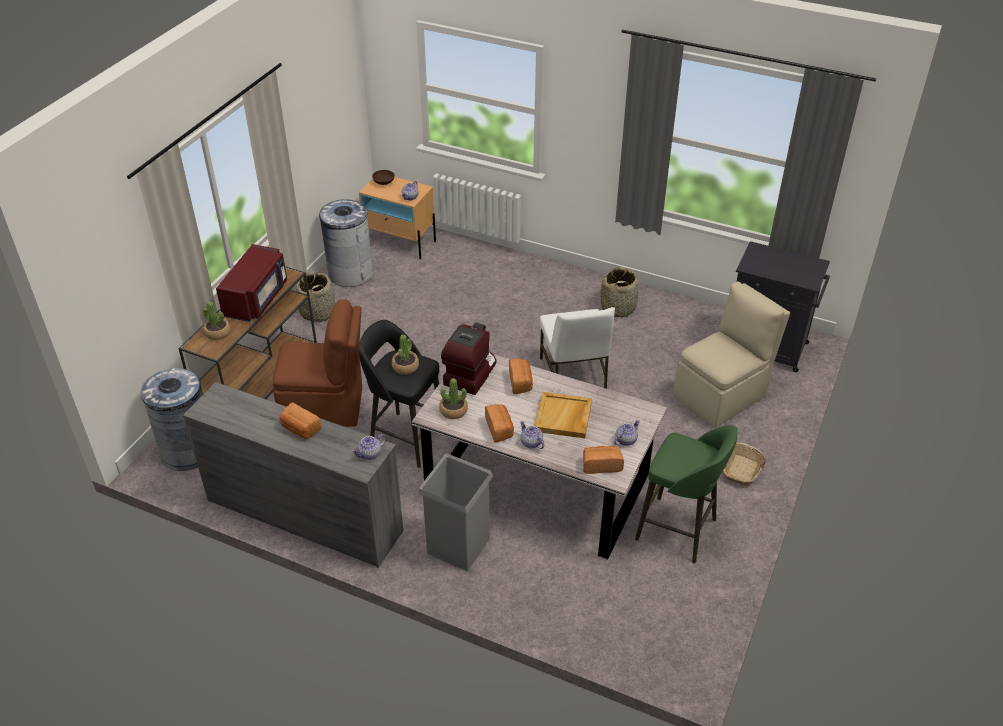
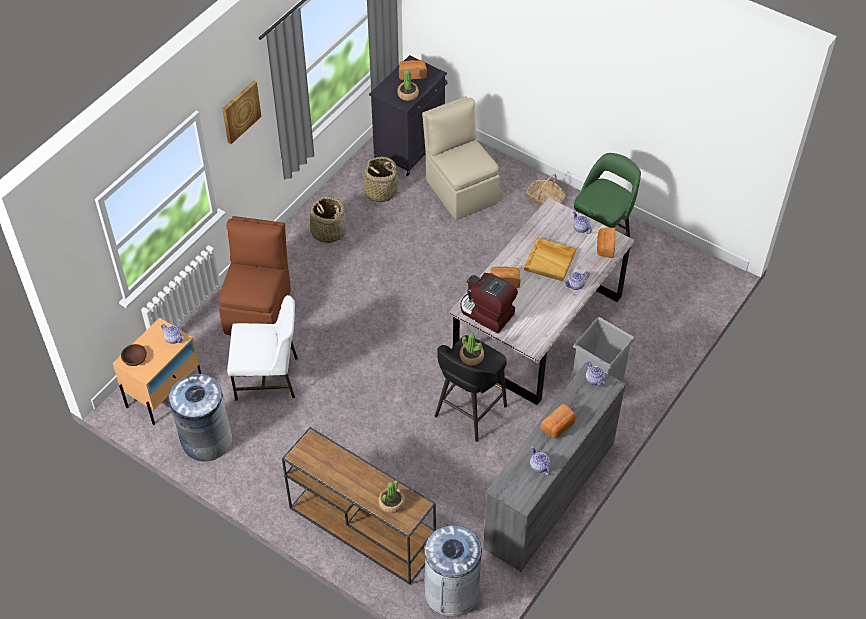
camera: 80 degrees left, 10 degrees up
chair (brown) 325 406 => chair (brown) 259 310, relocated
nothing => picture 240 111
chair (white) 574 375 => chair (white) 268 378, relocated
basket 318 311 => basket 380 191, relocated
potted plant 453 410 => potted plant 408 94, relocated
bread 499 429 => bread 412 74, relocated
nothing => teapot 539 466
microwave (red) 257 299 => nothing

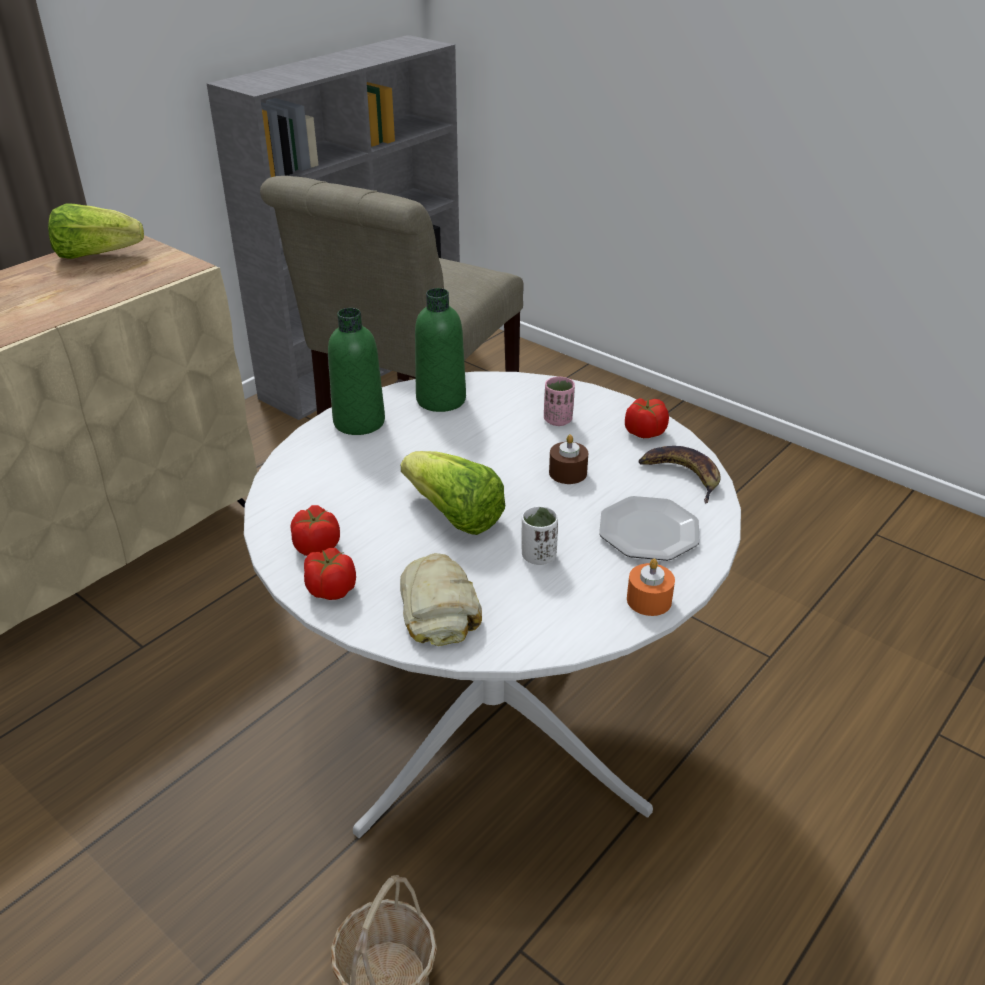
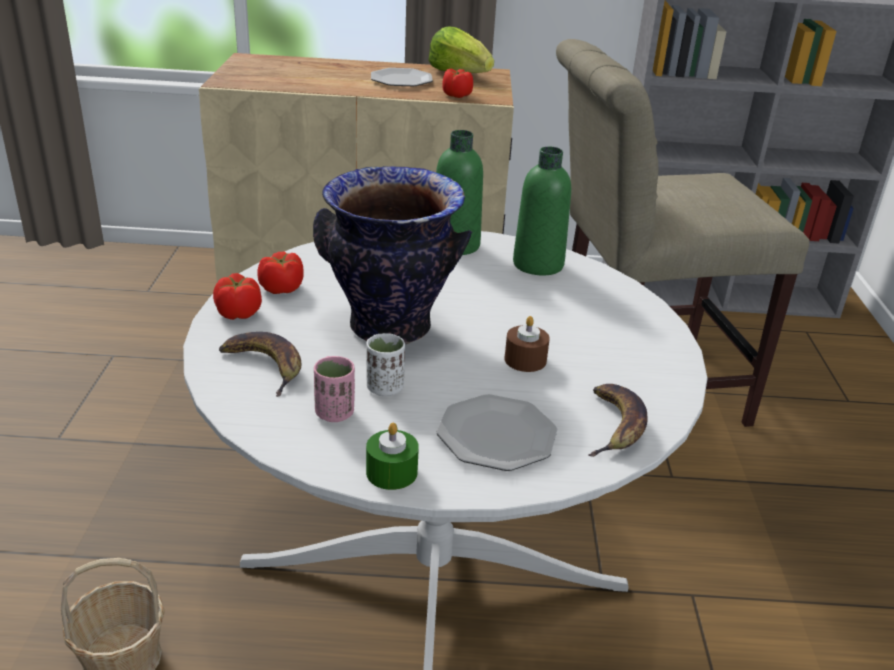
camera: 50 degrees right, 5 degrees down
bread 440 607 => banana 265 366
lettuce 454 515 => vase 390 328
cup (pink) 558 420 => cup (pink) 334 413, relocated
candle (orange) 649 600 => candle (green) 391 472
nothing => plate 401 80
tomato 644 432 => tomato 456 95, relocated

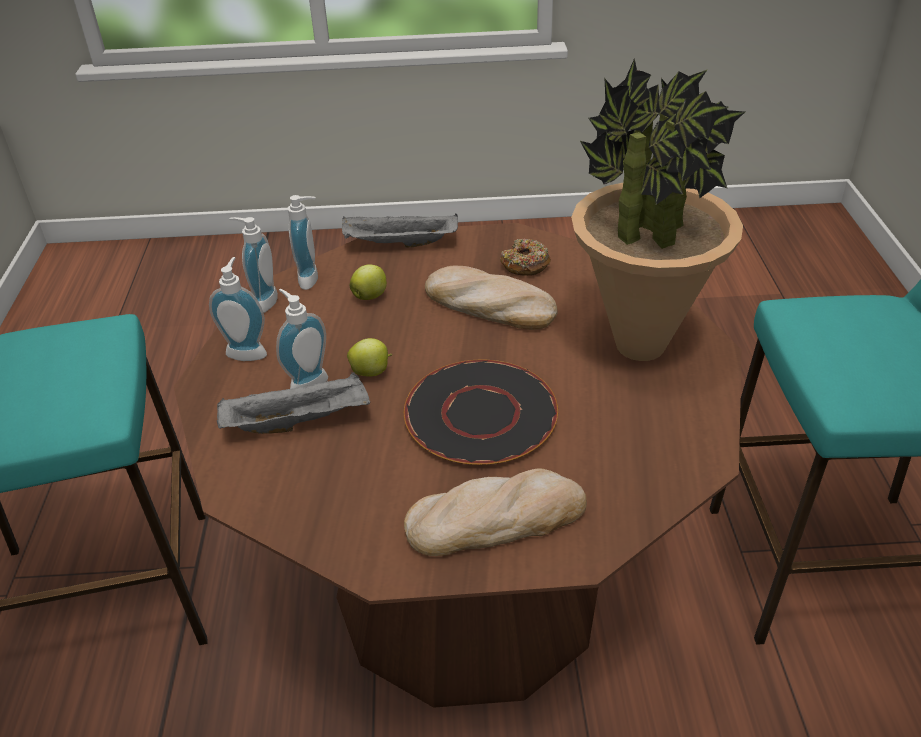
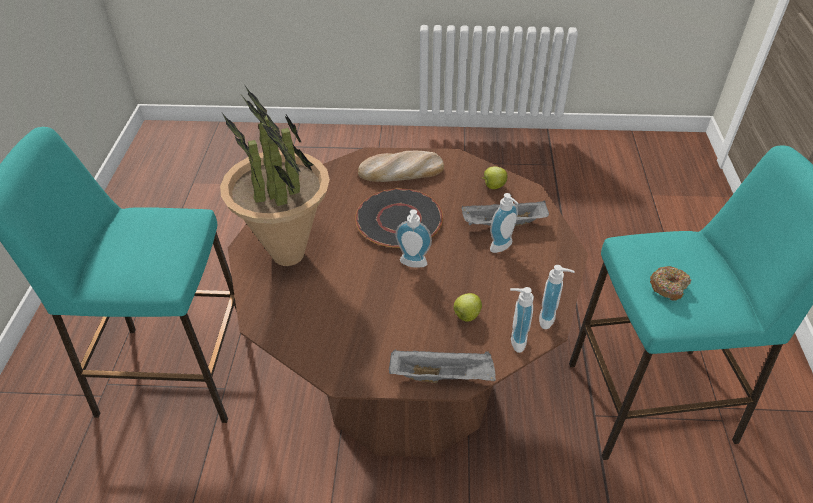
camera: 175 degrees left, 5 degrees up
soap dispenser 248 351 => soap dispenser 412 265, relocated
apple 371 372 => apple 493 186, relocated
donut 525 265 => donut 668 287, relocated
bread 488 305 => nothing

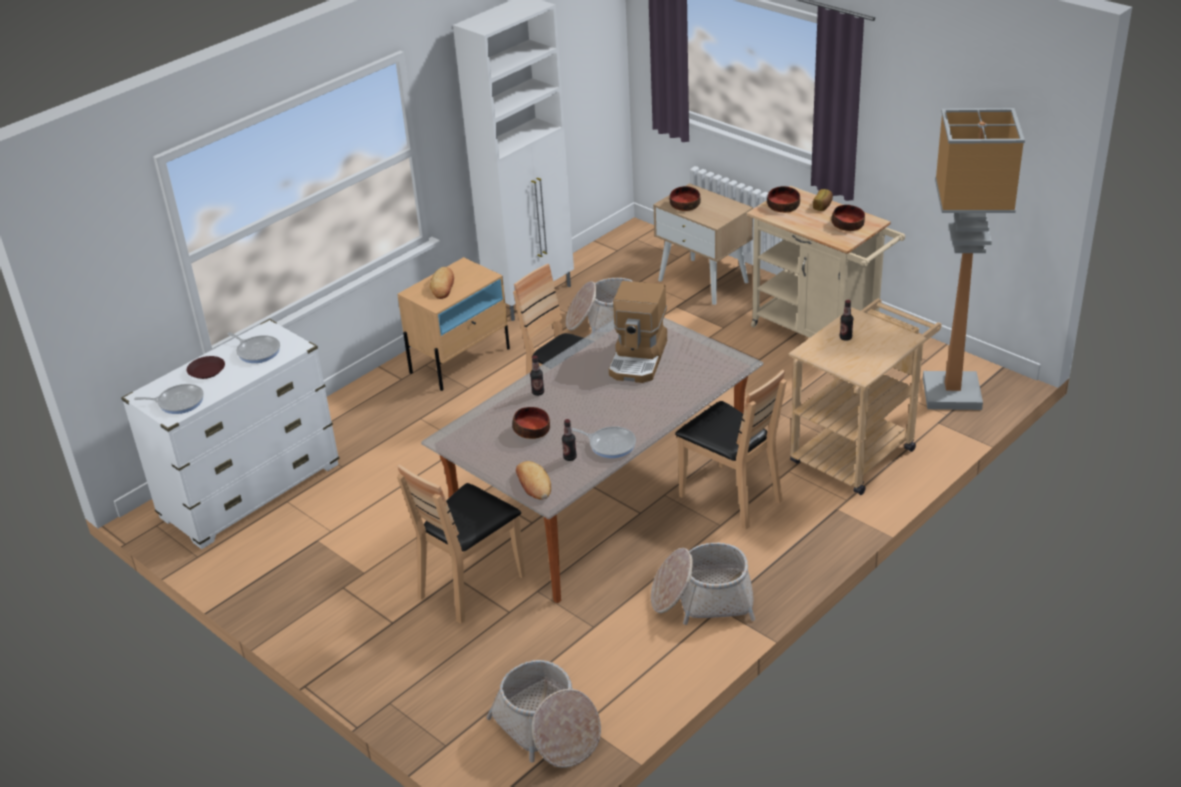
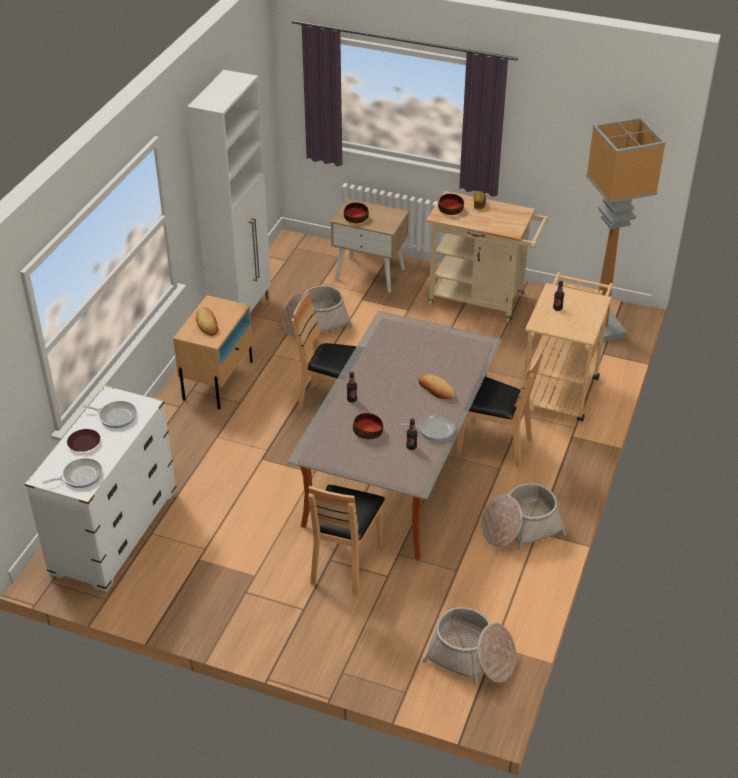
camera: 25 degrees left, 5 degrees up
bread 533 484 => bread 436 389, relocated
coffee machine 639 359 => nothing
bowl 847 225 => nothing

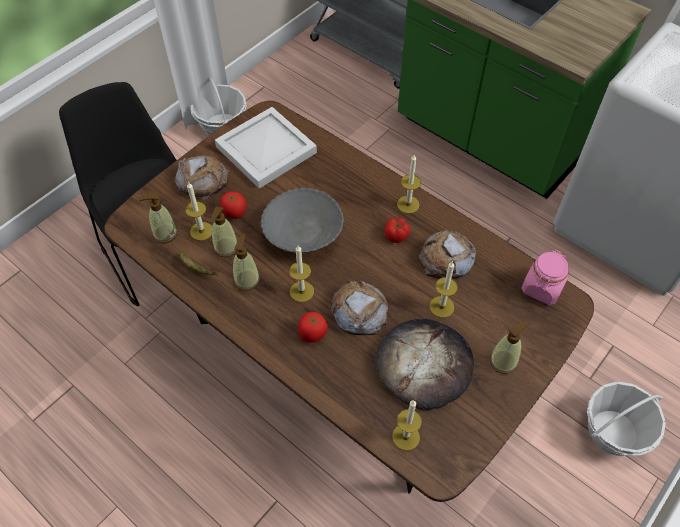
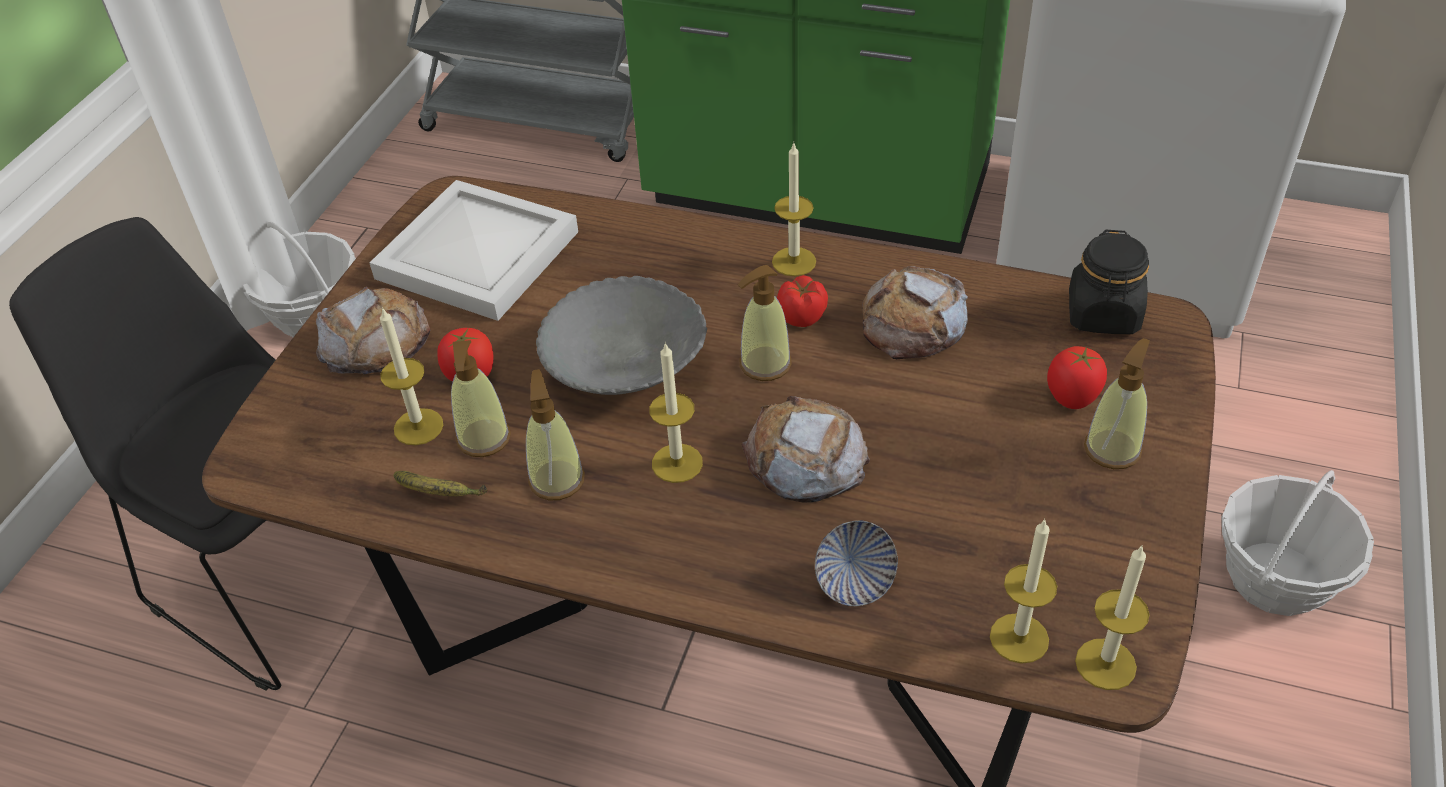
camera: 20 degrees left, 10 degrees down
soap dispenser 165 234 => soap dispenser 764 364, relocated
nothing => bowl 854 582
tomato 312 334 => tomato 1072 397, relocated
jar (pink) 542 288 => jar (black) 1103 314
candle 441 307 => candle 1105 664, relocated
bread 423 365 => nothing

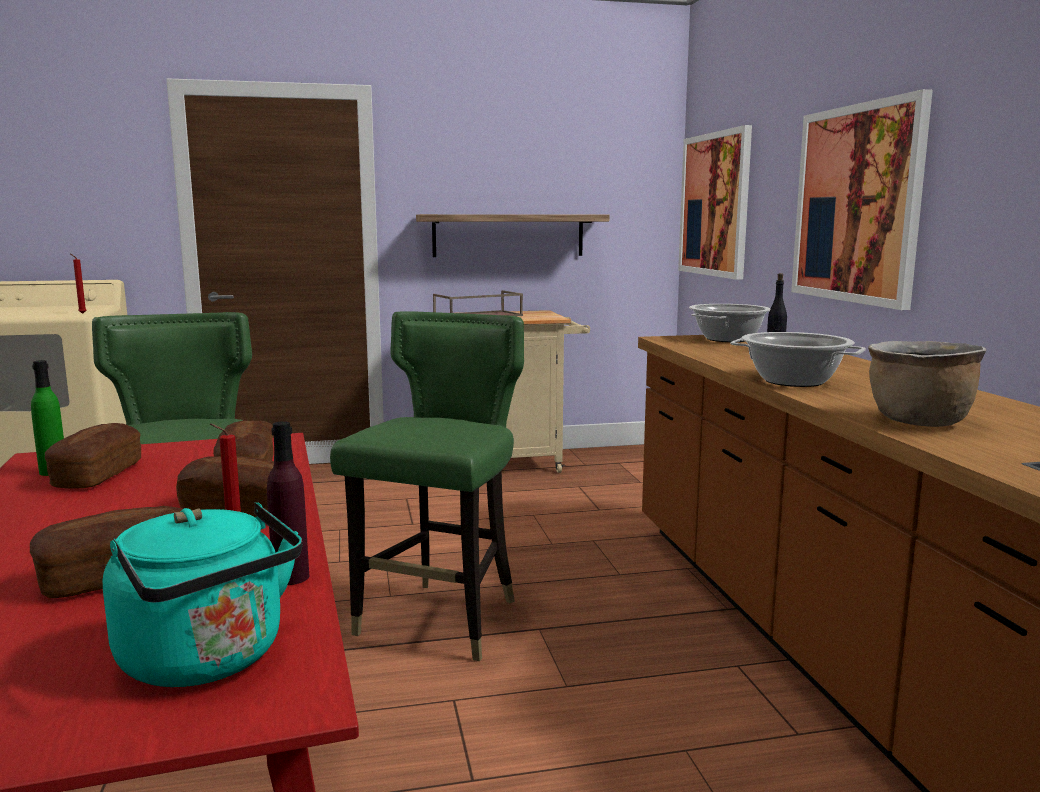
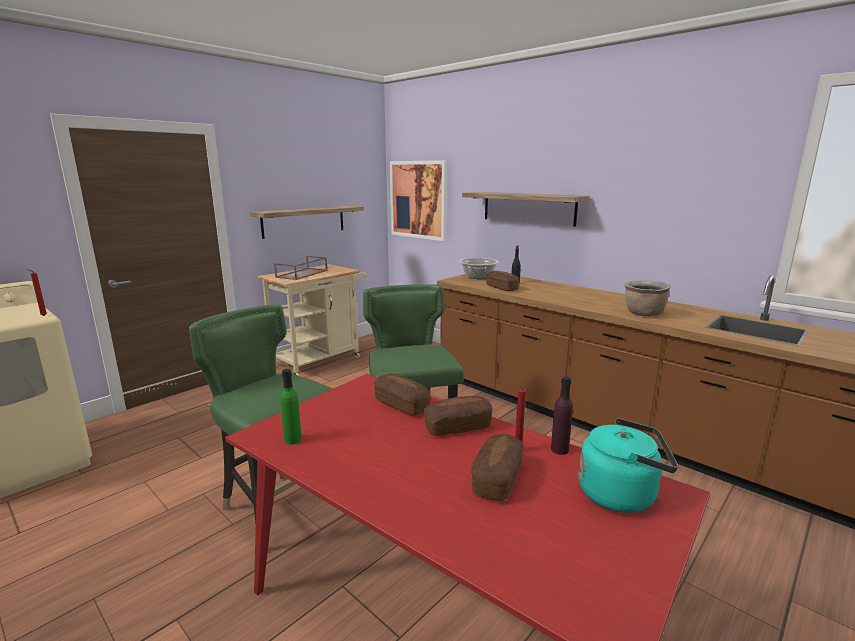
camera: 35 degrees left, 5 degrees up
picture 856 204 => shelf 528 208
bread 98 475 => bread 502 288, relocated
cooking pot 794 381 => nothing

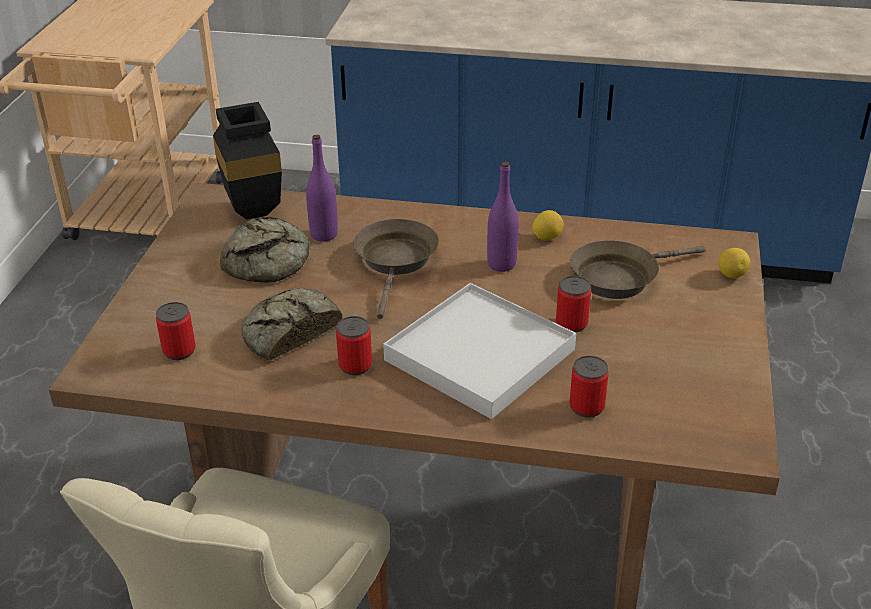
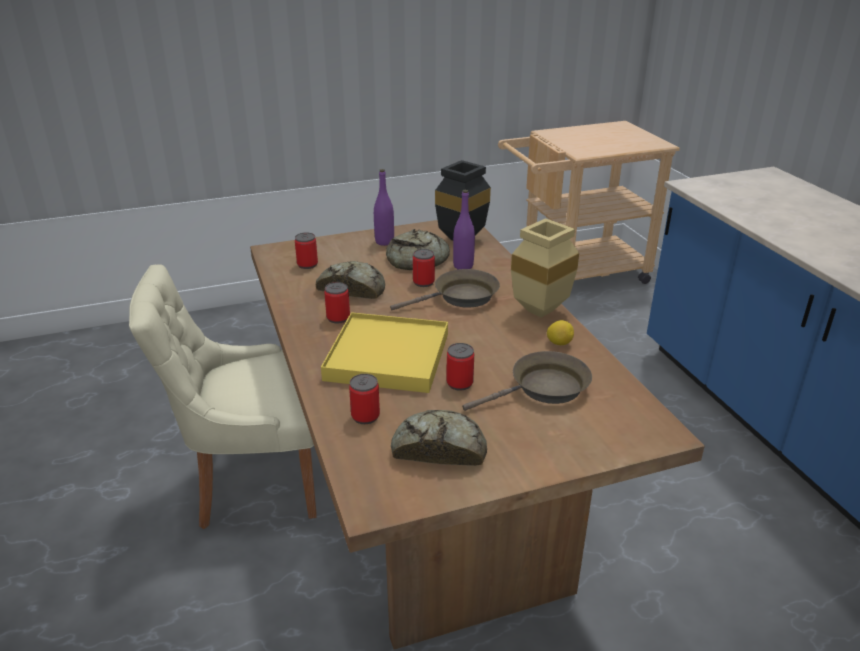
camera: 60 degrees right, 5 degrees down
tray (white) 480 355 => tray (yellow) 387 357
bottle (purple) 501 264 => bottle (purple) 384 242, relocated
nothing => bread 439 447
nothing => can 423 282
frying pan (brown) 620 277 => frying pan (brown) 544 389, 120 degrees clockwise
nothing => vase (beige) 540 312
lemon 731 275 => nothing

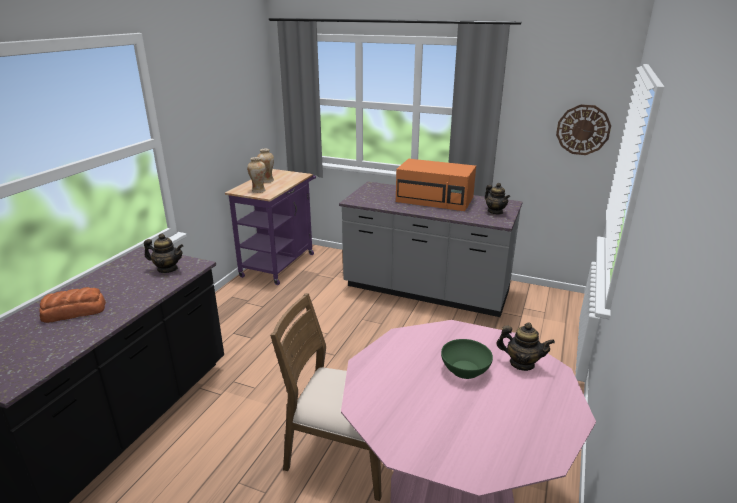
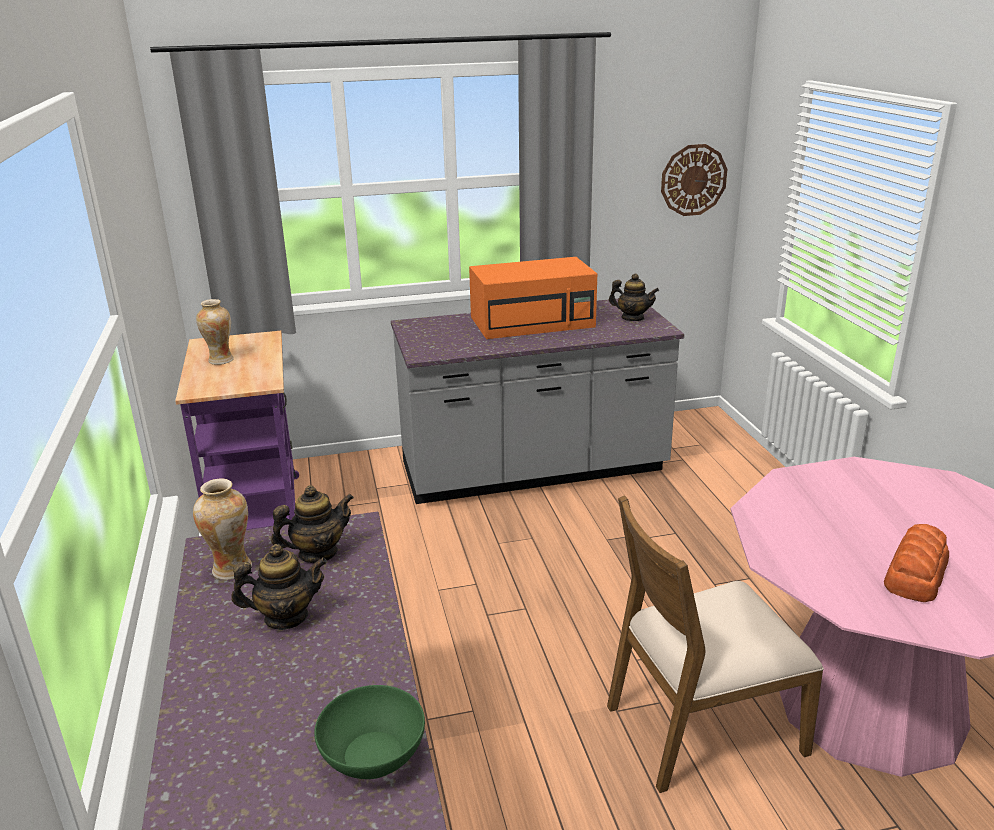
camera: 35 degrees left, 0 degrees up
vase 258 190 => vase 231 569, relocated
teapot 521 363 => teapot 286 617, relocated
bowl (green) 465 370 => bowl (green) 374 755, relocated
bread 73 311 => bread 915 573, relocated

